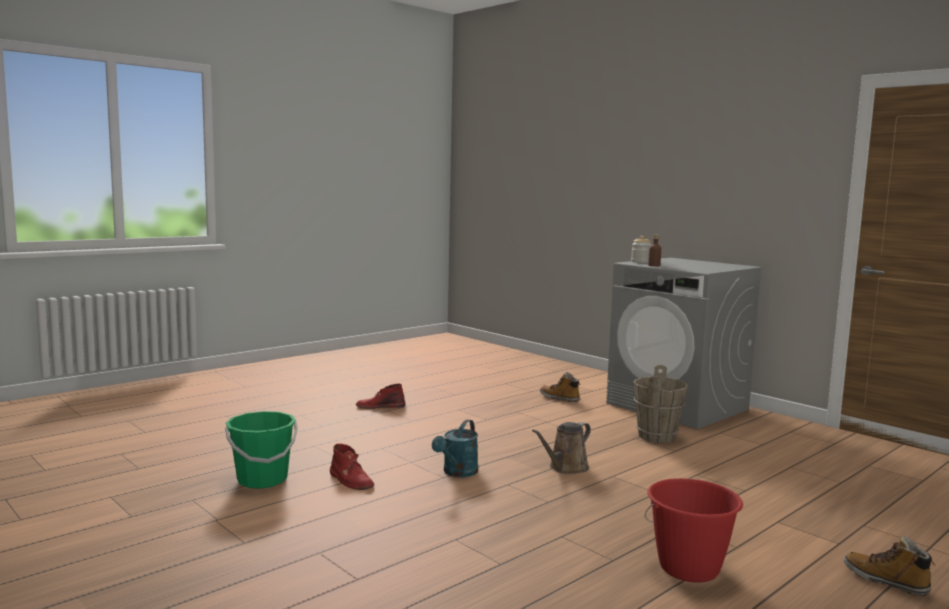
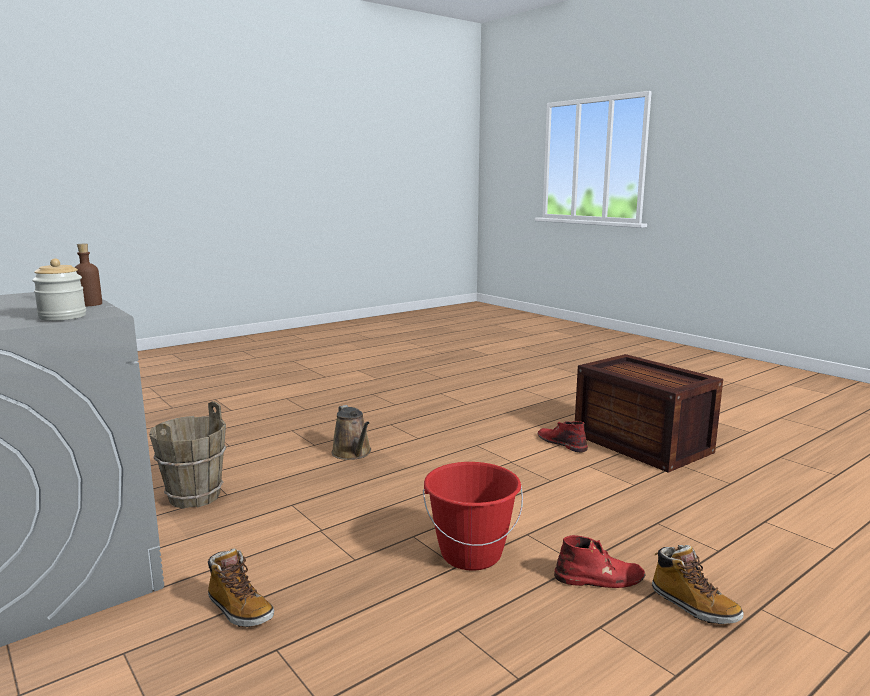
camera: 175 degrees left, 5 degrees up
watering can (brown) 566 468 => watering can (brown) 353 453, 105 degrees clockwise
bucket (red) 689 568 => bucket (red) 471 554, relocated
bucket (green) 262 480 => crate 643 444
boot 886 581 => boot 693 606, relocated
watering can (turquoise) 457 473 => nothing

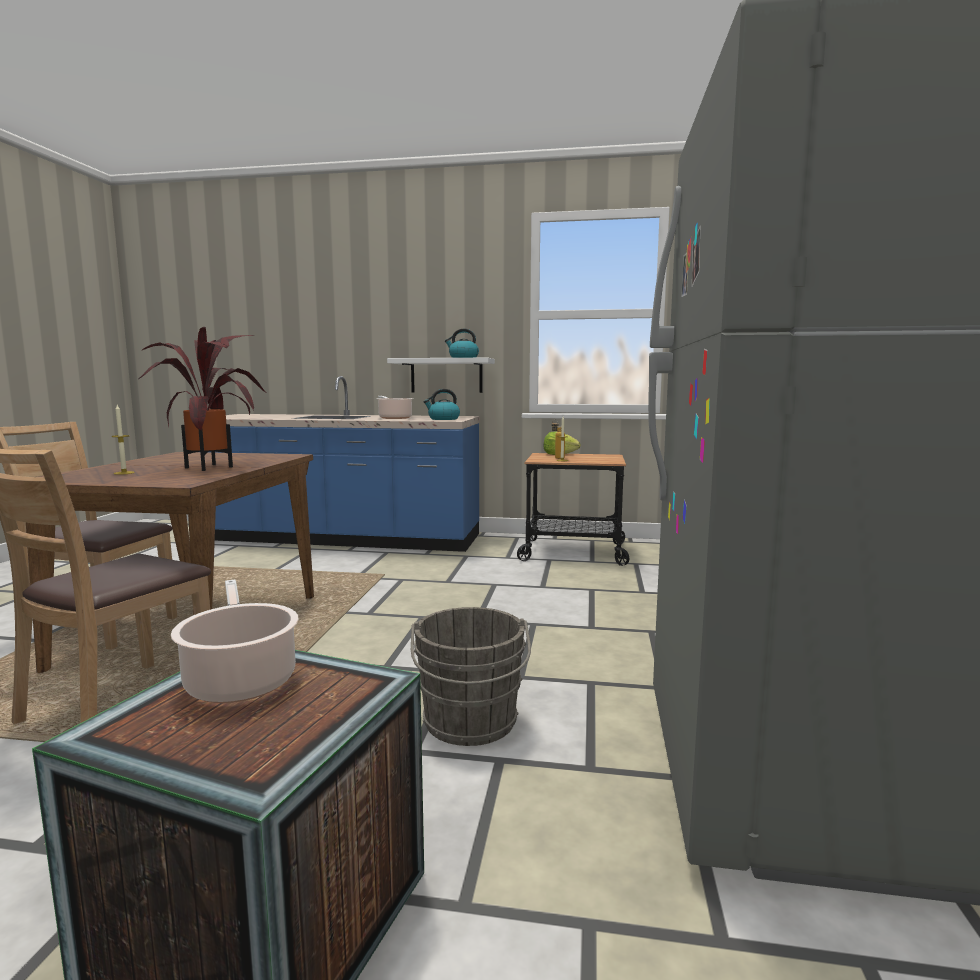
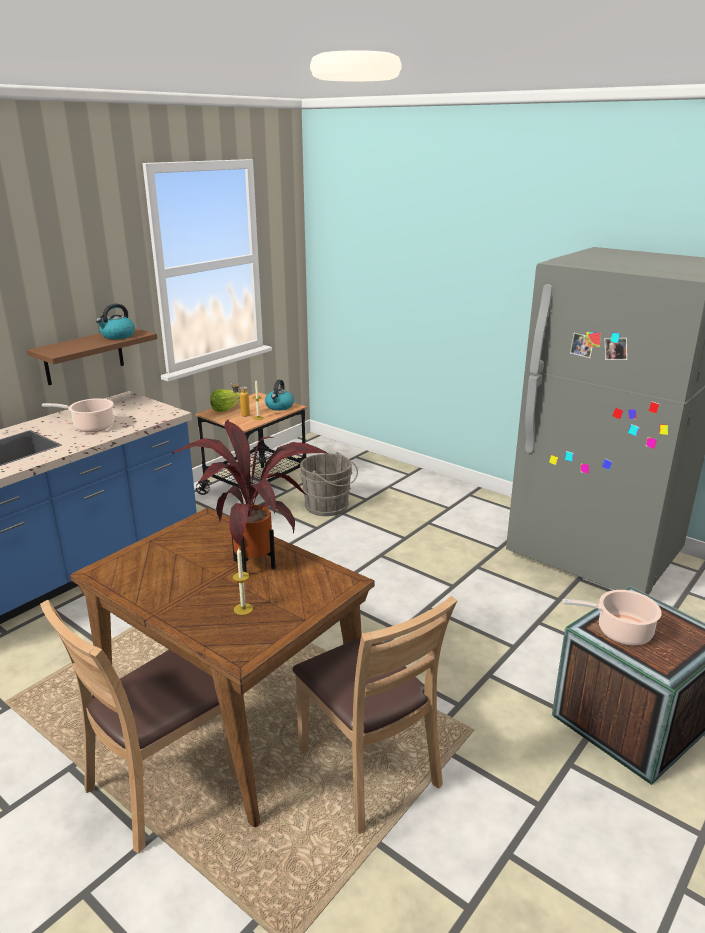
camera: 60 degrees left, 15 degrees up
shelf (white) 446 375 => shelf (brown) 84 356
kettle 443 419 => kettle 279 407, relocated
bucket (grey) 470 724 => bucket (grey) 329 507, relocated

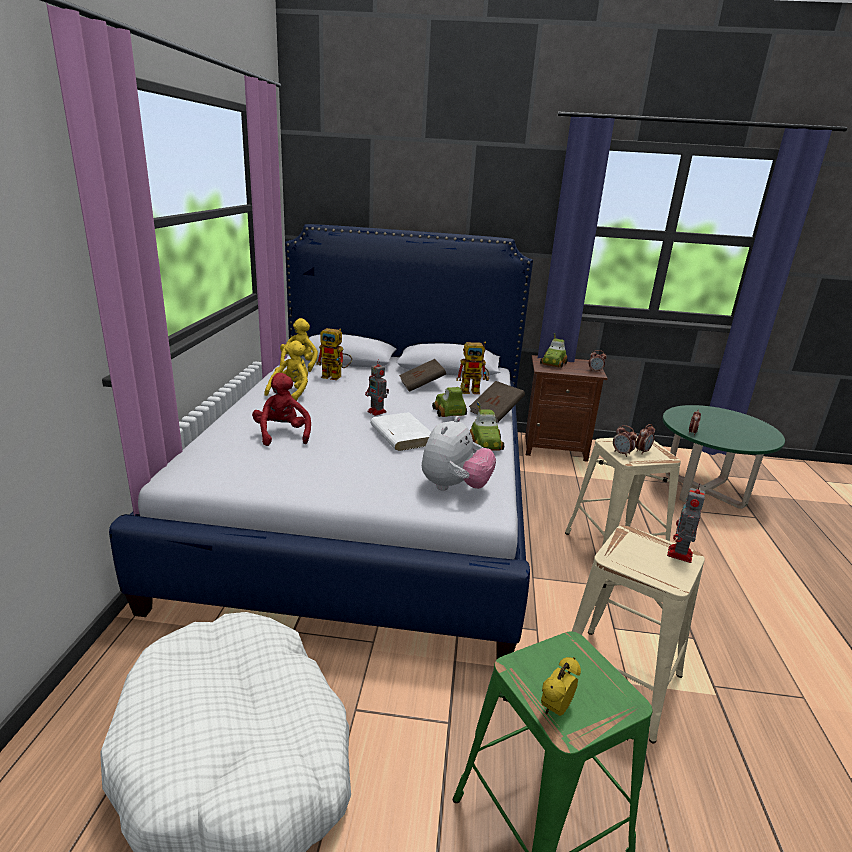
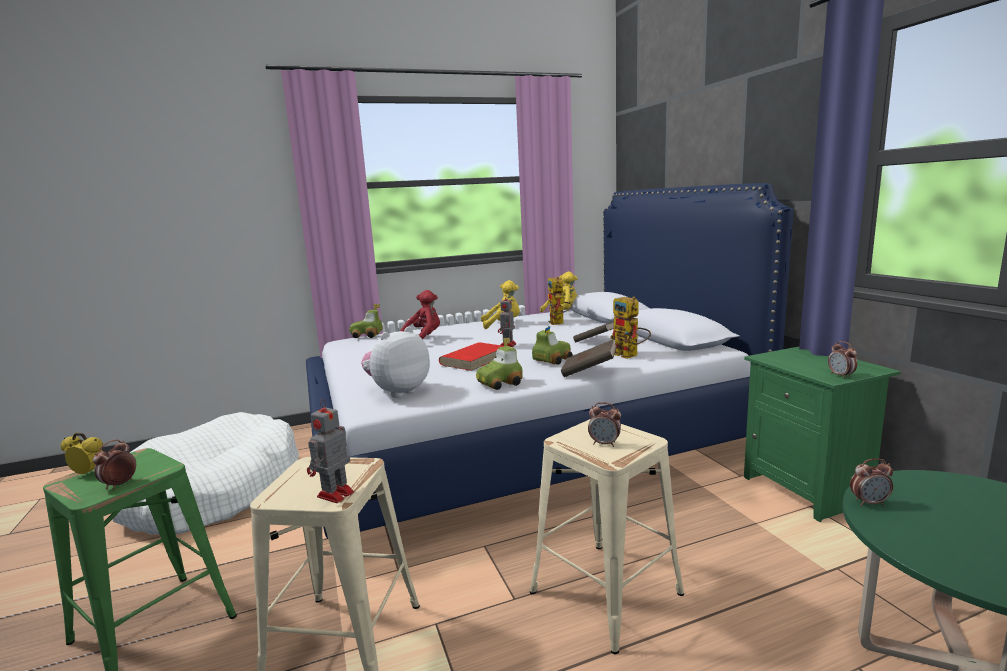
camera: 65 degrees right, 10 degrees down
alarm clock 622 453 => alarm clock 119 484, relocated
toy robot 679 555 => toy robot 334 495, 60 degrees counterclockwise
toy car 553 364 => toy car 367 335, relocated
plush toy 454 487 => plush toy 398 392, 135 degrees clockwise
book (white) 401 435 => book (red) 474 359
nightstand (brown) 554 447 => nightstand (green) 807 489

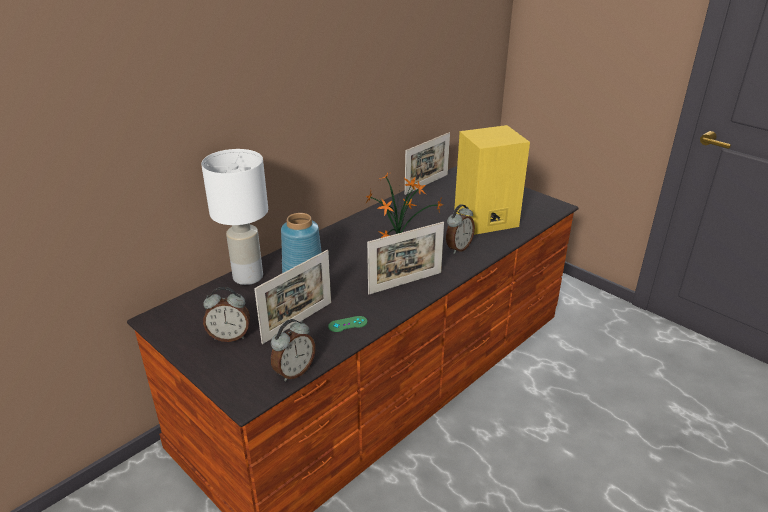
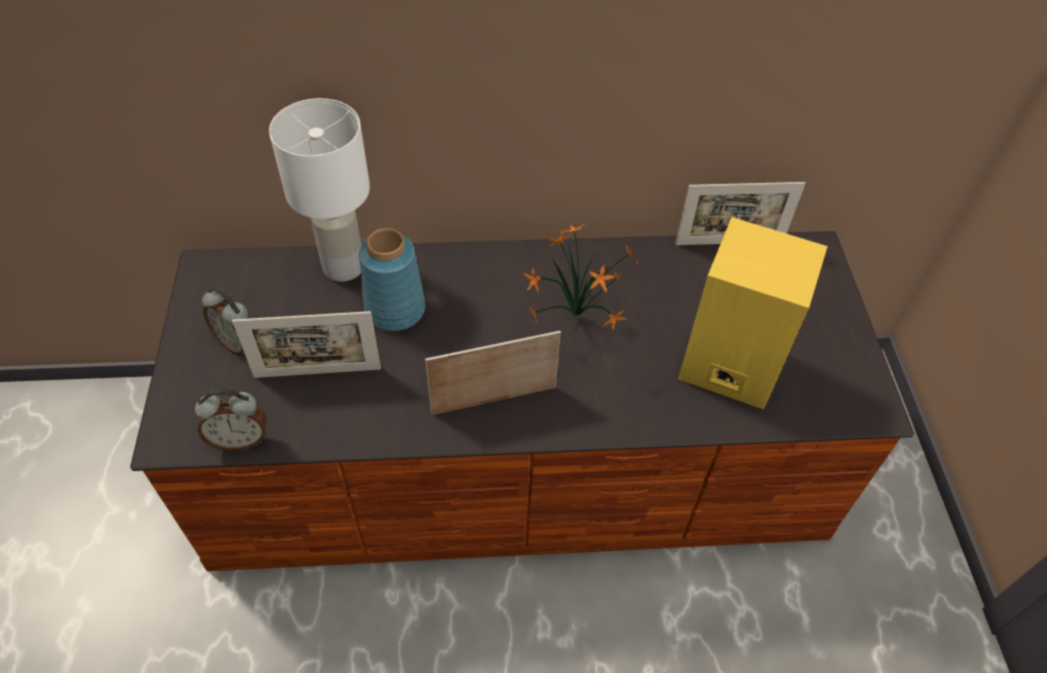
camera: 40 degrees right, 20 degrees up
picture frame 405 283 => picture frame 494 400, 150 degrees clockwise
game controller (green) 348 324 => nothing
alarm clock 458 248 => nothing

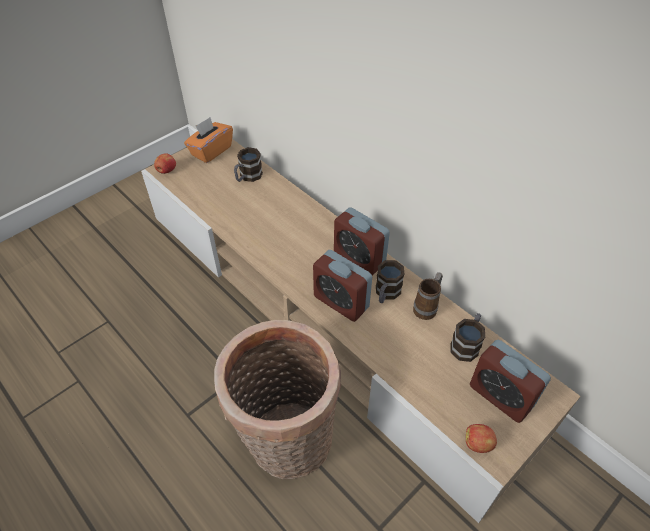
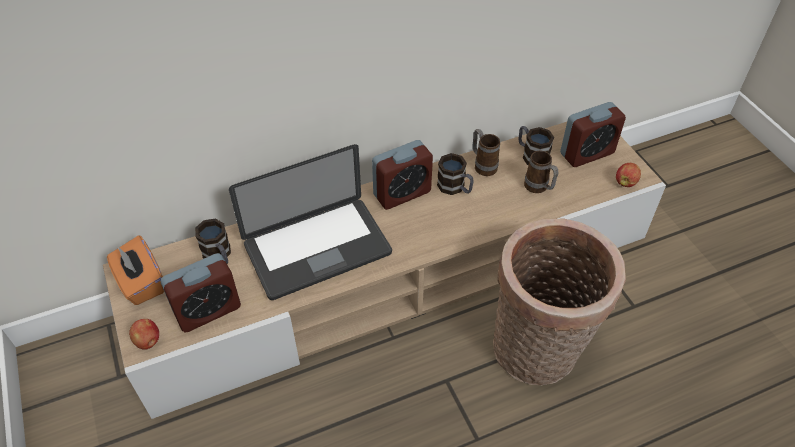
camera: 70 degrees left, 0 degrees up
alarm clock 341 302 => alarm clock 208 310, relocated
nothing => laptop 317 249
nothing => mug 539 188

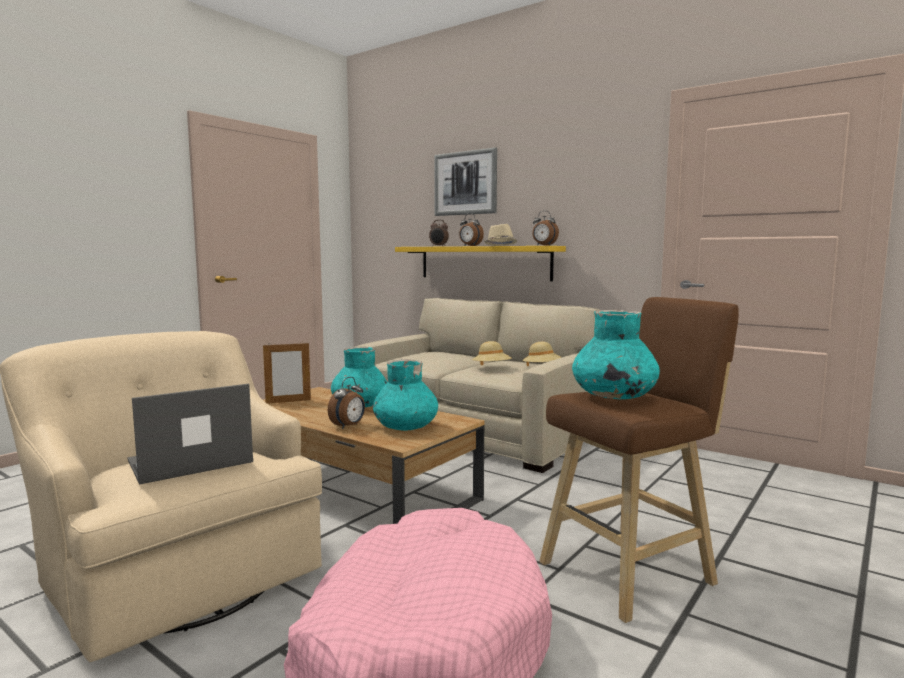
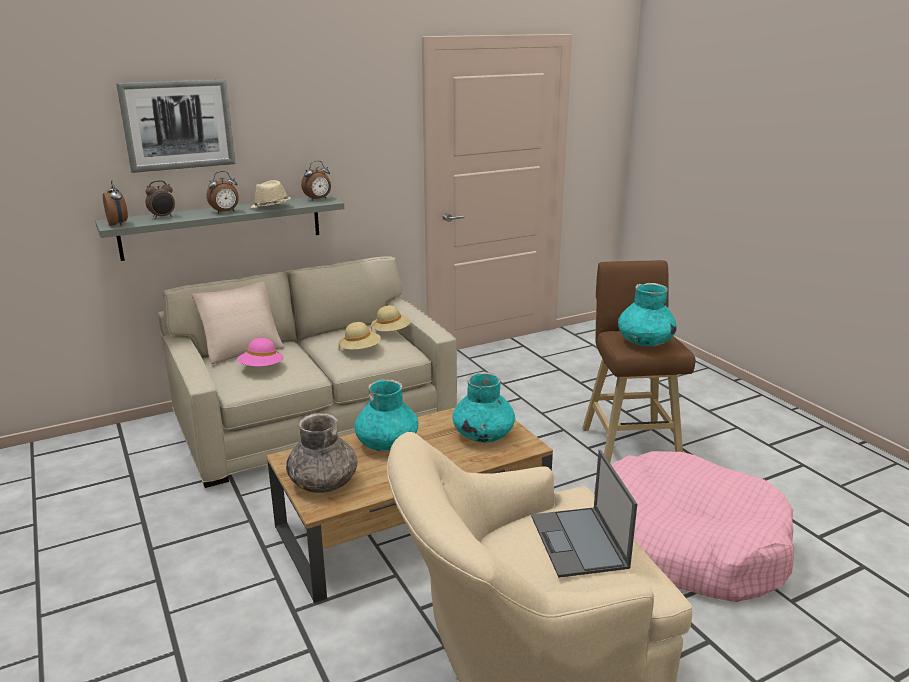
camera: 65 degrees left, 15 degrees up
shelf (yellow) 483 262 => shelf (grey) 222 227
alarm clock 348 426 => alarm clock 118 224, relocated
nothing => pillow (beige) 242 348
nothing => hat (pink) 261 368
picture frame 288 401 => vase (grey) 323 482

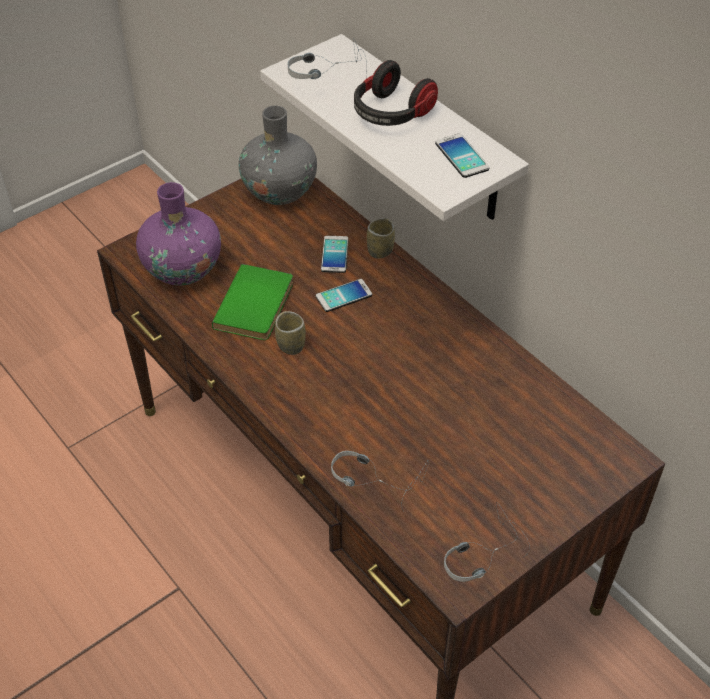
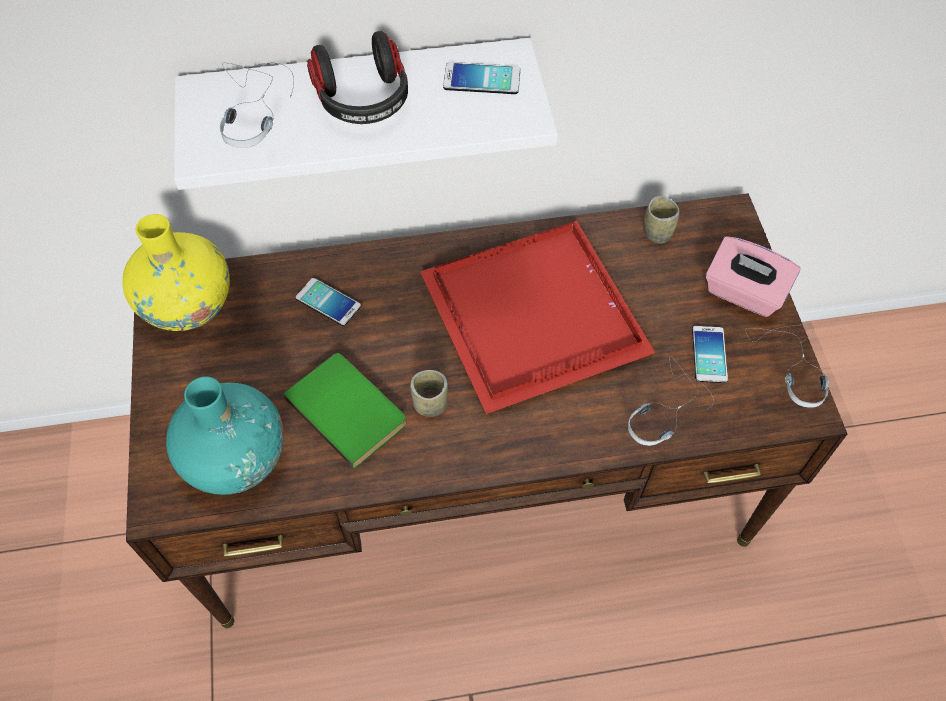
camera: 60 degrees left, 10 degrees up
vase (grey) 279 191 => vase (yellow) 188 305
vase (purple) 183 269 => vase (turquoise) 236 458
nothing => tray (red) 538 317
cup 380 251 => cup 657 233, relocated
phone 344 296 => phone 709 354, relocated
nothing => tissue box (pink) 743 293

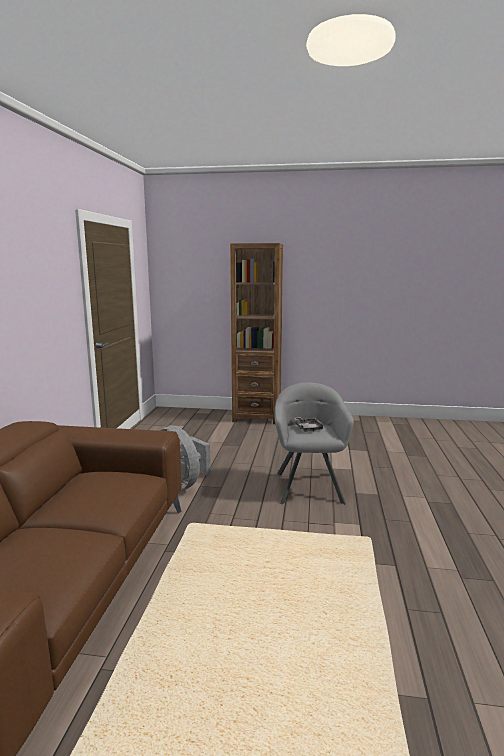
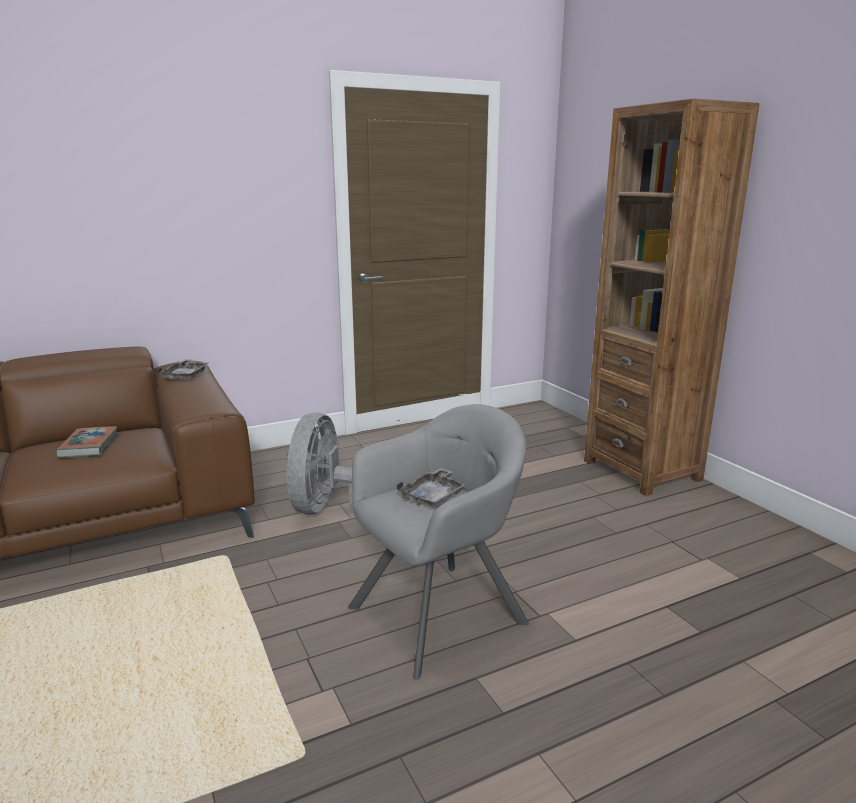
camera: 55 degrees right, 5 degrees up
nothing => book 88 446
nothing => tray (grey) 186 376

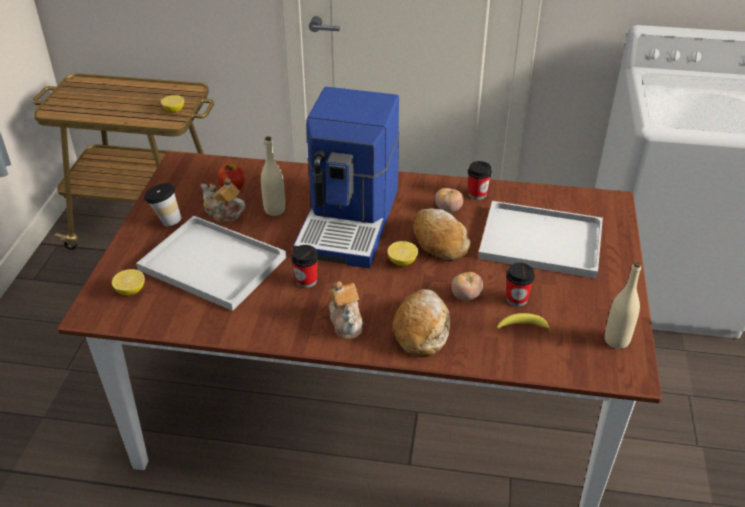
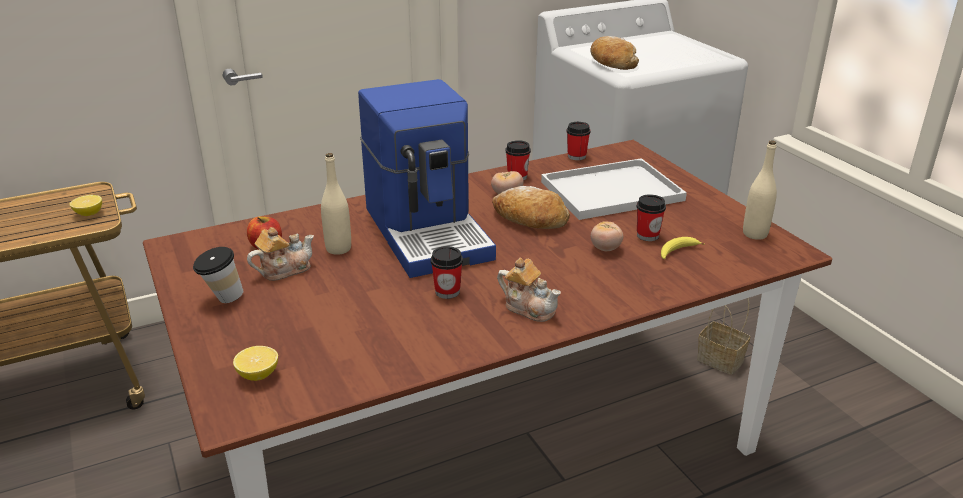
camera: 35 degrees left, 10 degrees down
teapot 223 213 => teapot 284 270, 150 degrees clockwise
nothing => cup 576 156
bread 421 329 => bread 612 62, relocated
nothing => basket 722 360
tray (white) 209 263 => nothing
lemon 402 262 => nothing

